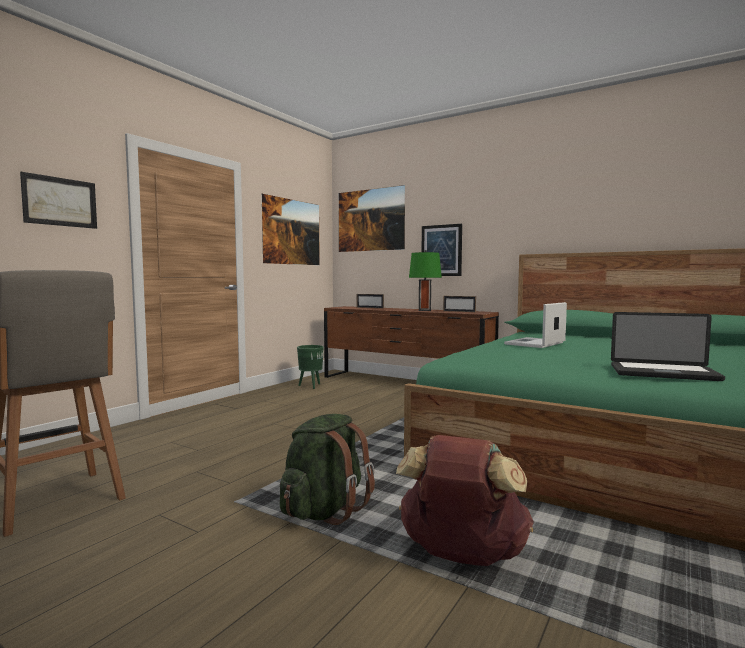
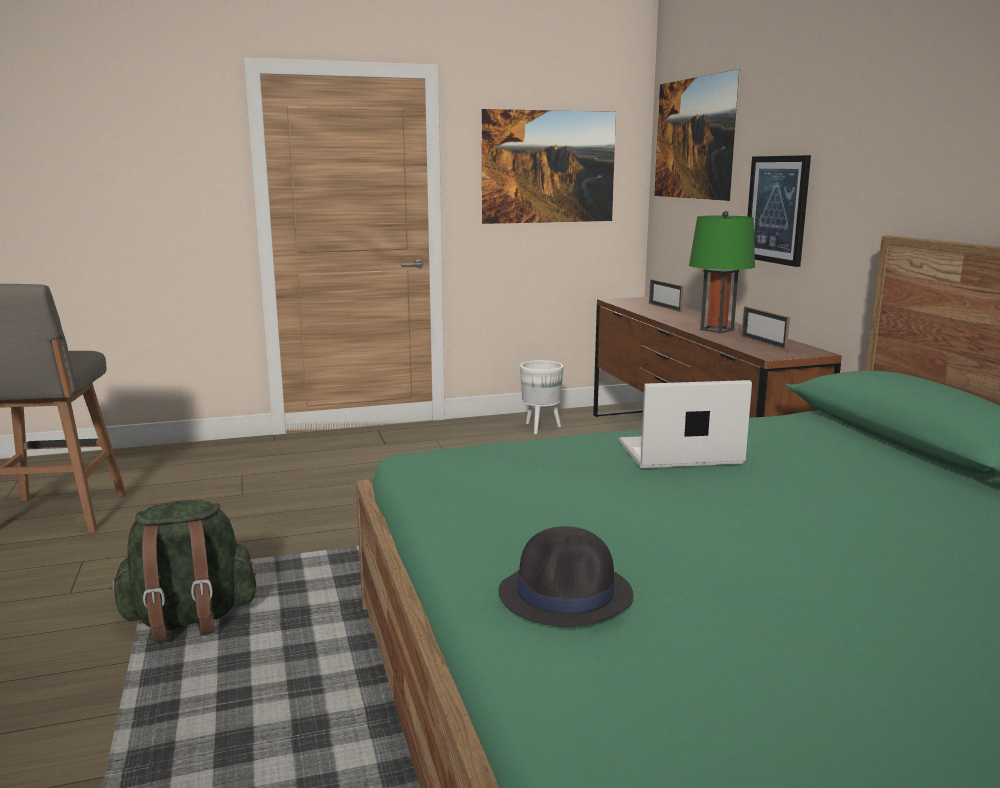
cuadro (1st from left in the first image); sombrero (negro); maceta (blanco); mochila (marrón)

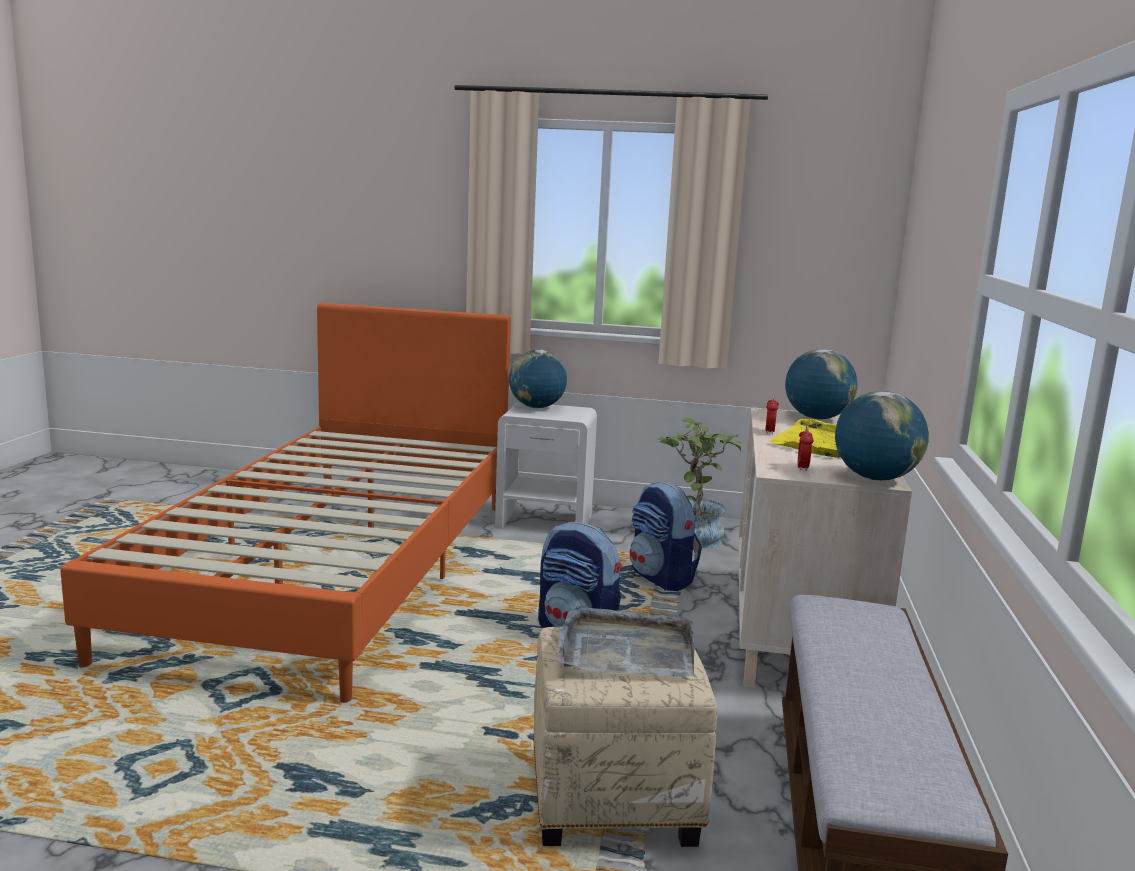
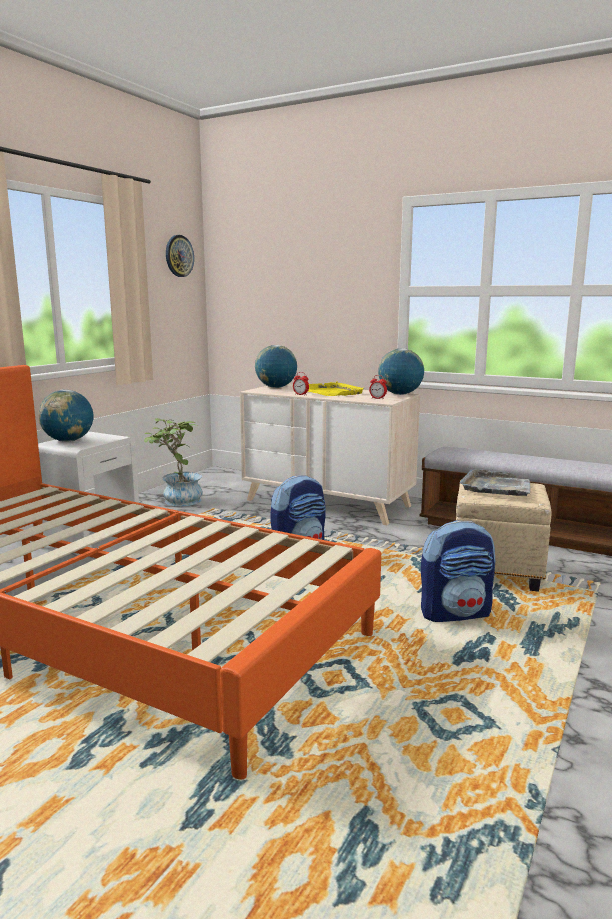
mochila (2nd from left); reloj de pared

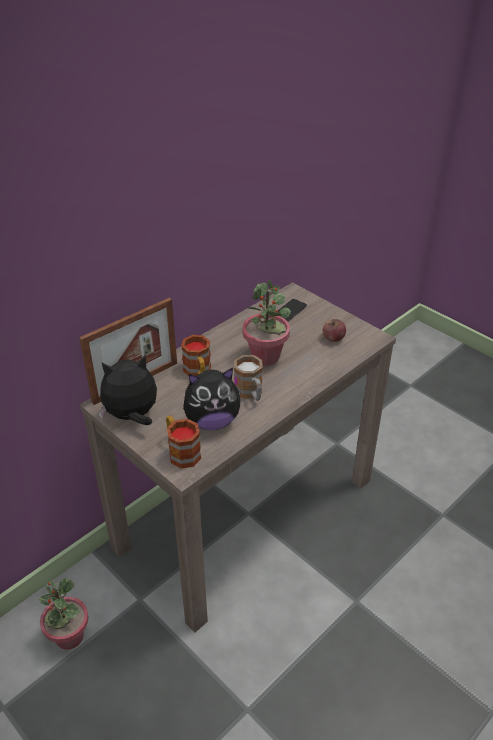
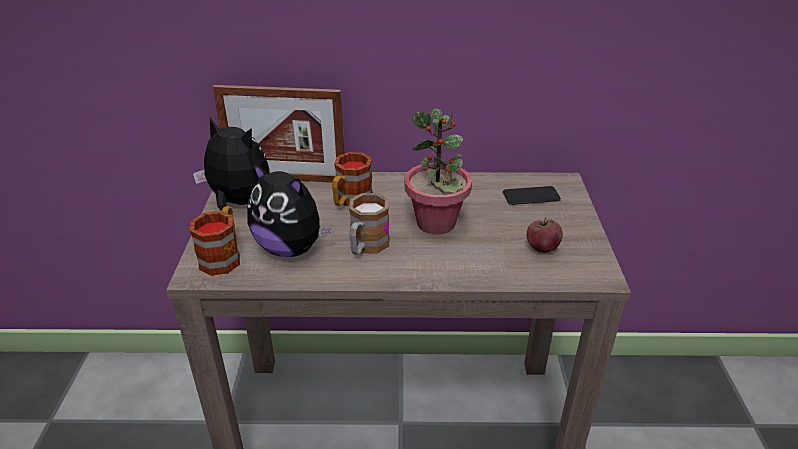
planta en maceta (1st from left in the first image)

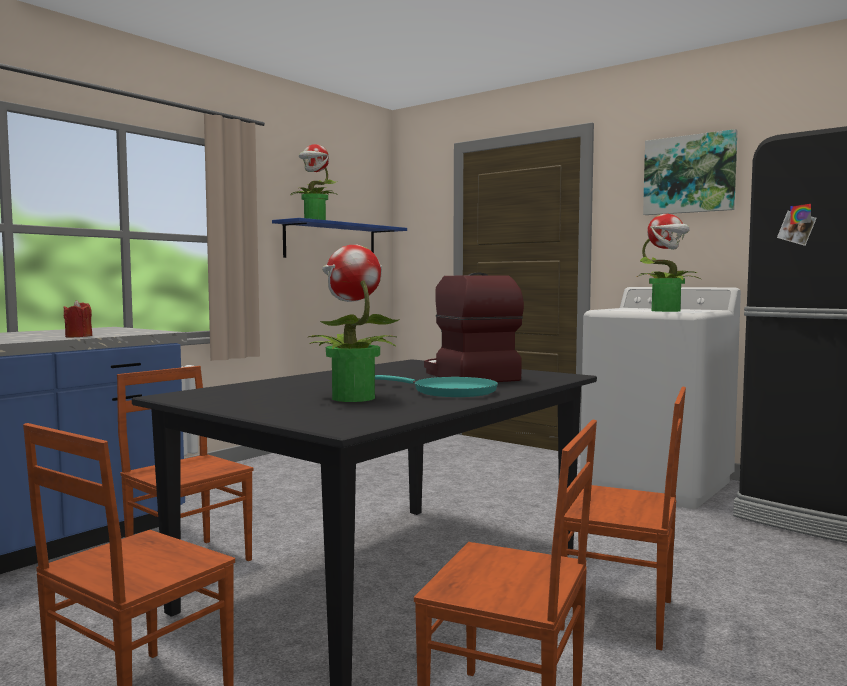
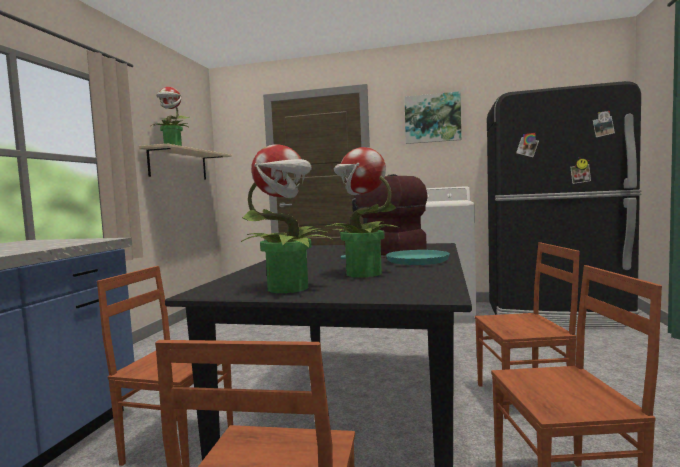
planta en maceta (2nd from left); estante (beis); vela (rojo)

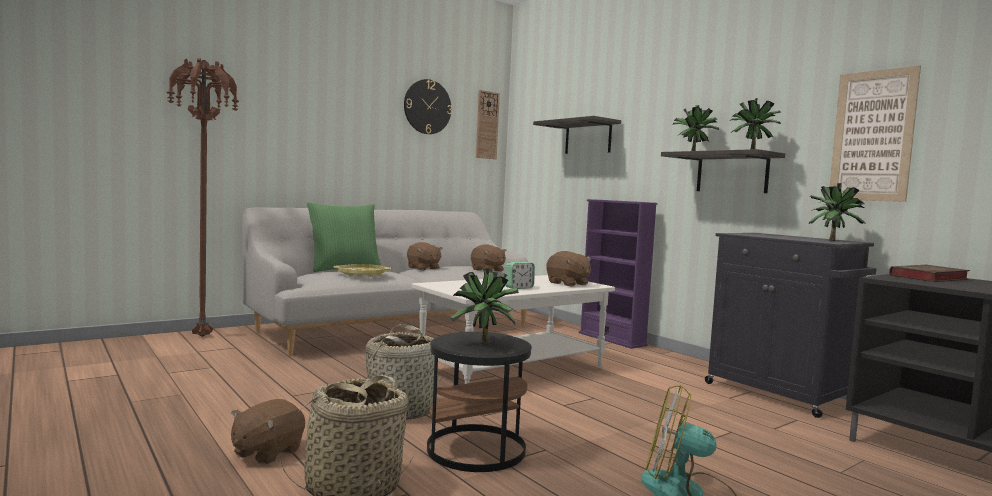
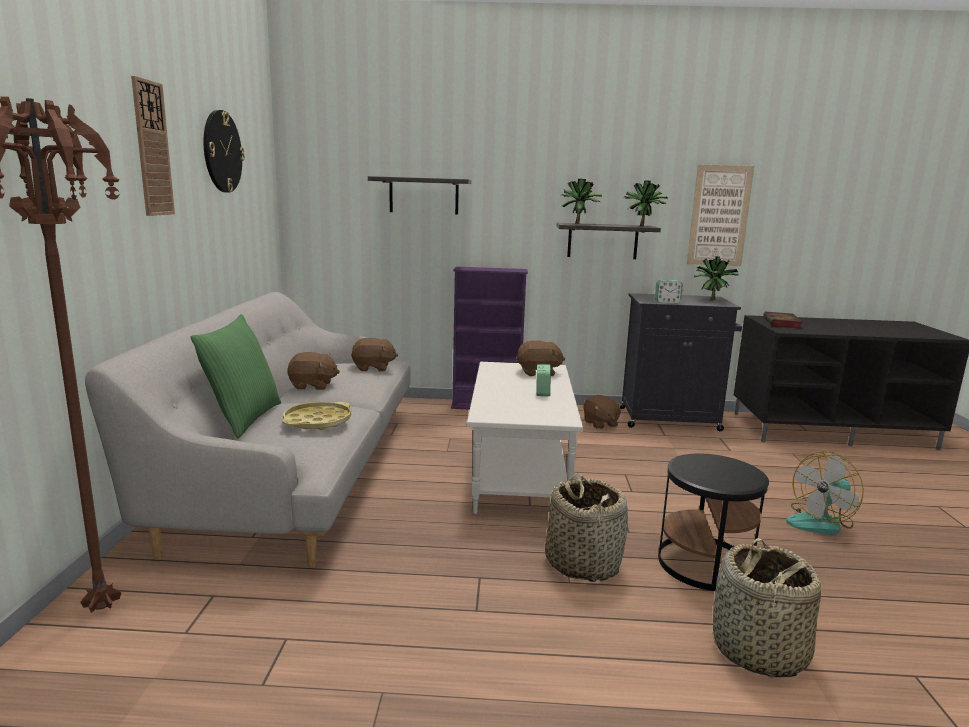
reloj de pared (1st from left); planta en maceta (1st from left in the first image); peluche (marrón) (4th from left); despertador (2nd from left)

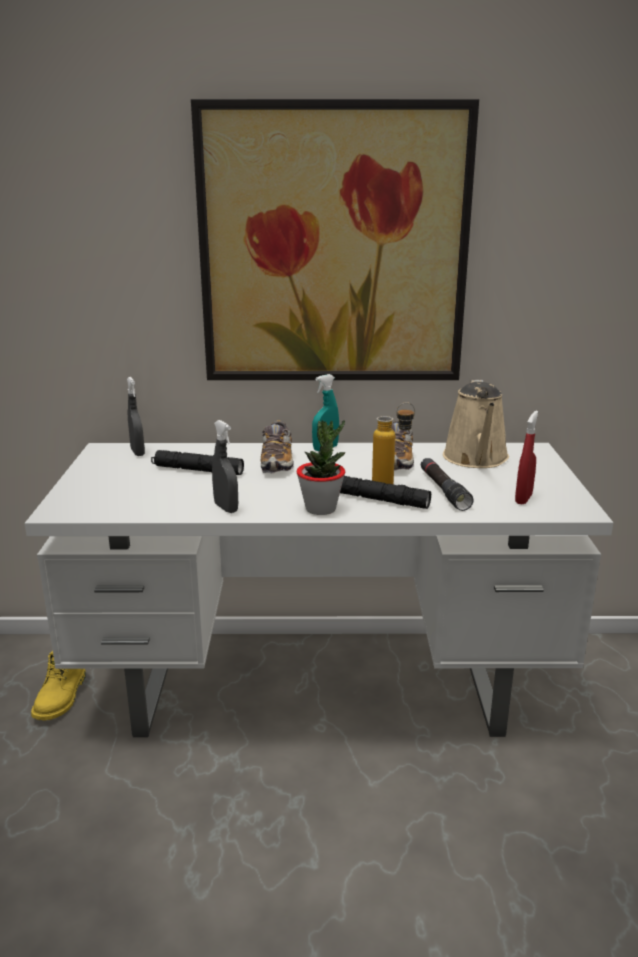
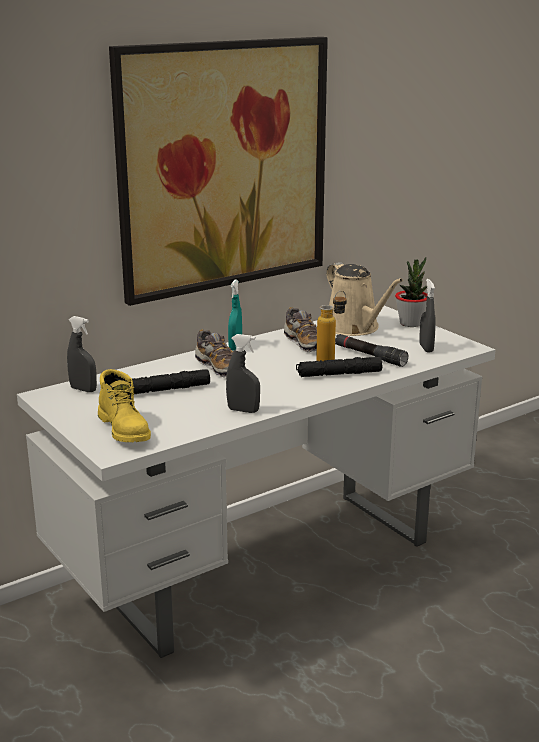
pulverizador (gris) (3rd from left); planta en maceta; bota (amarillo)

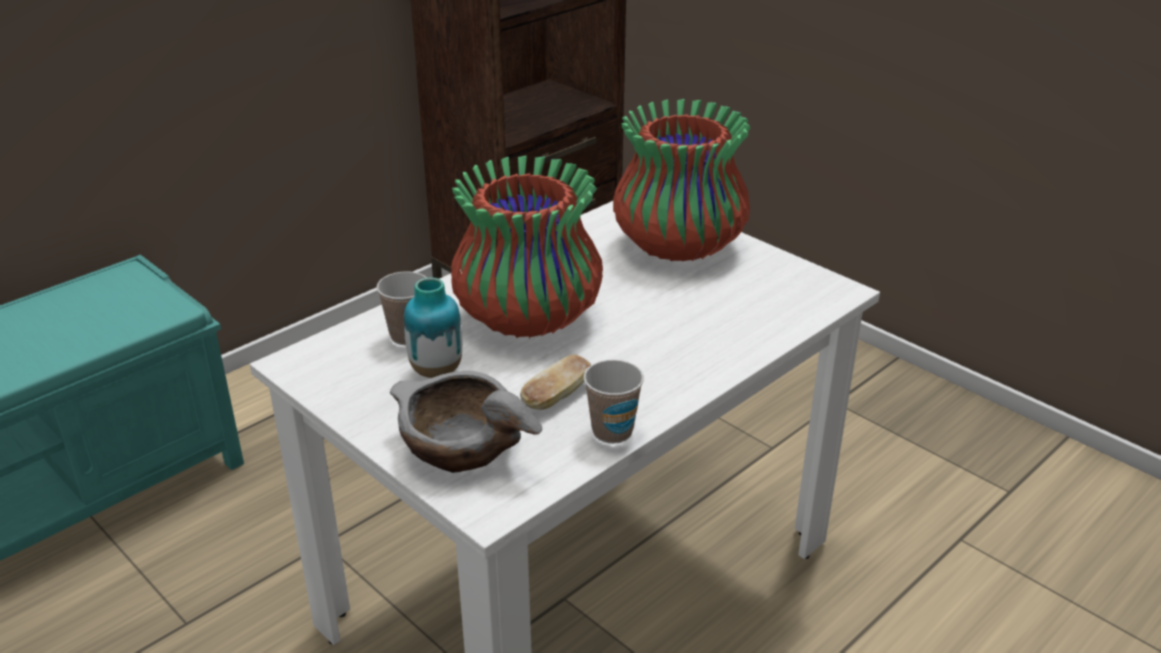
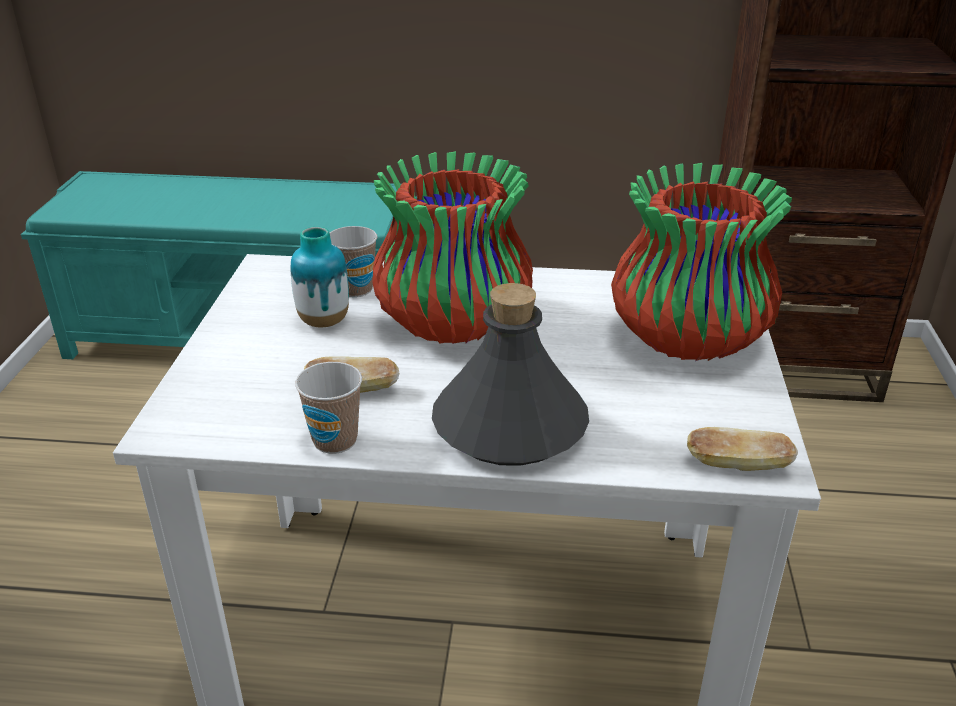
cuenco (gris); botella (gris); pan (2nd from left)

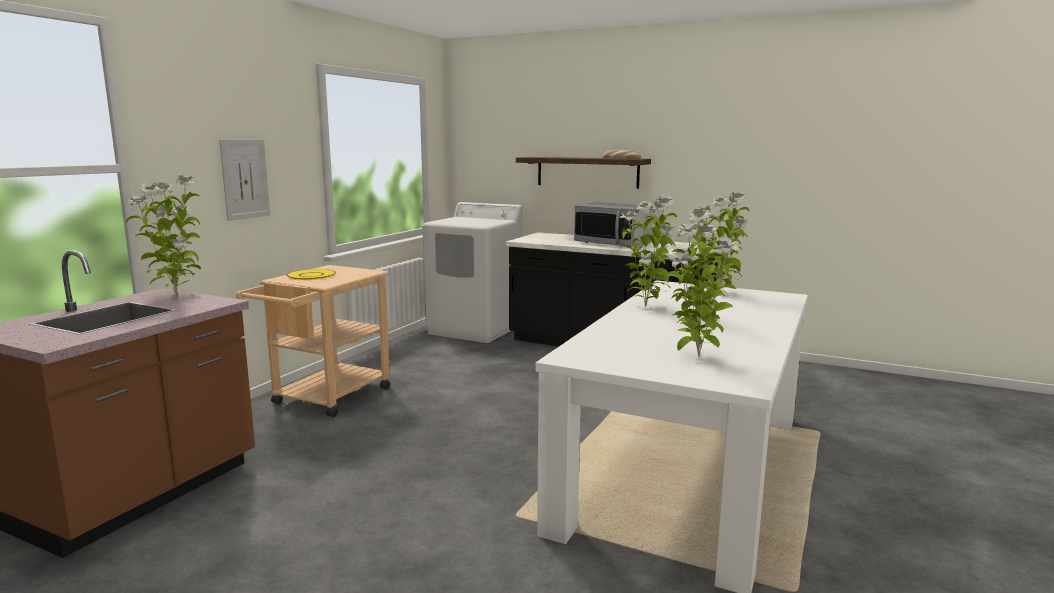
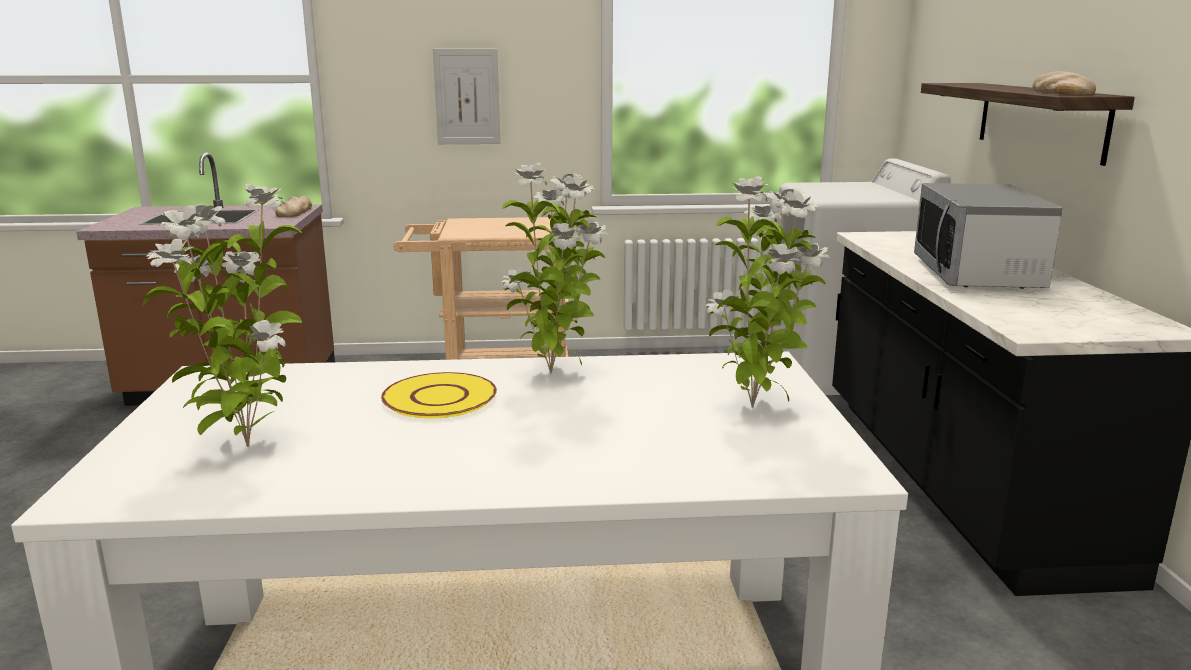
pan (1st from left); plato (amarillo)

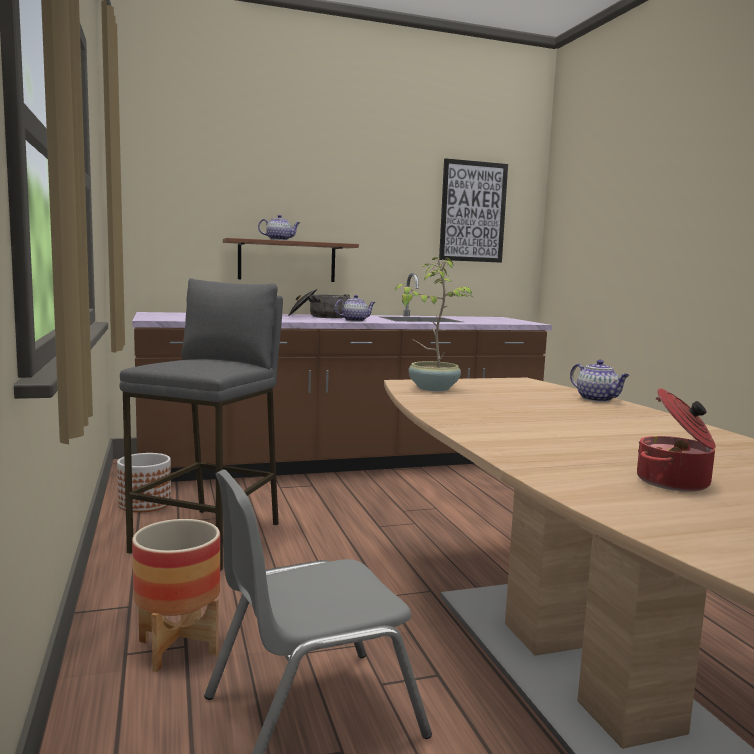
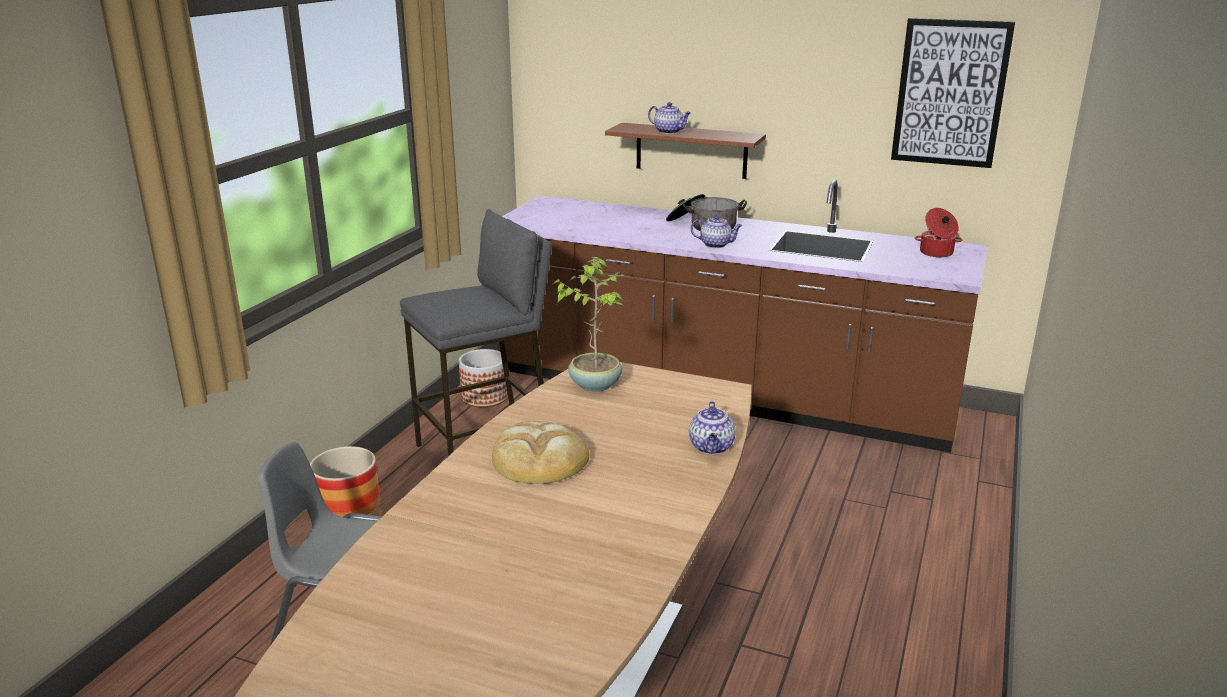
olla (2nd from left); pan

